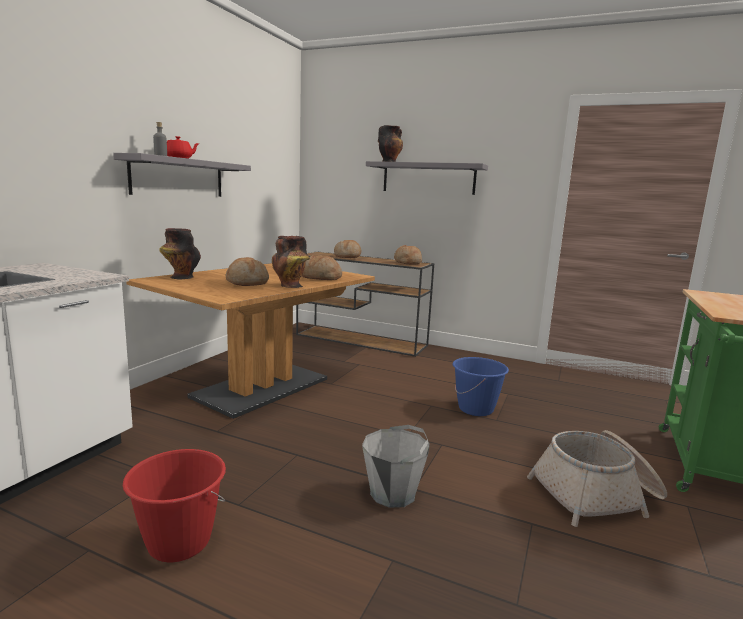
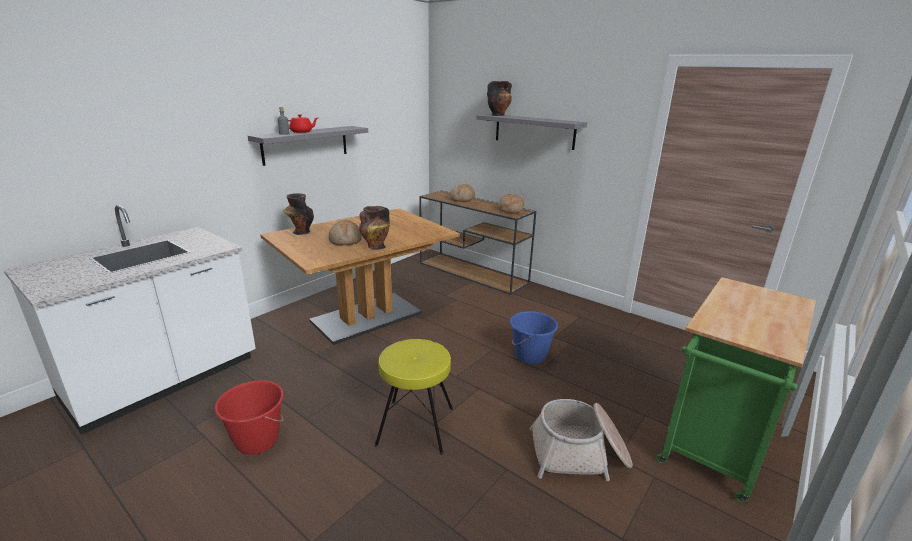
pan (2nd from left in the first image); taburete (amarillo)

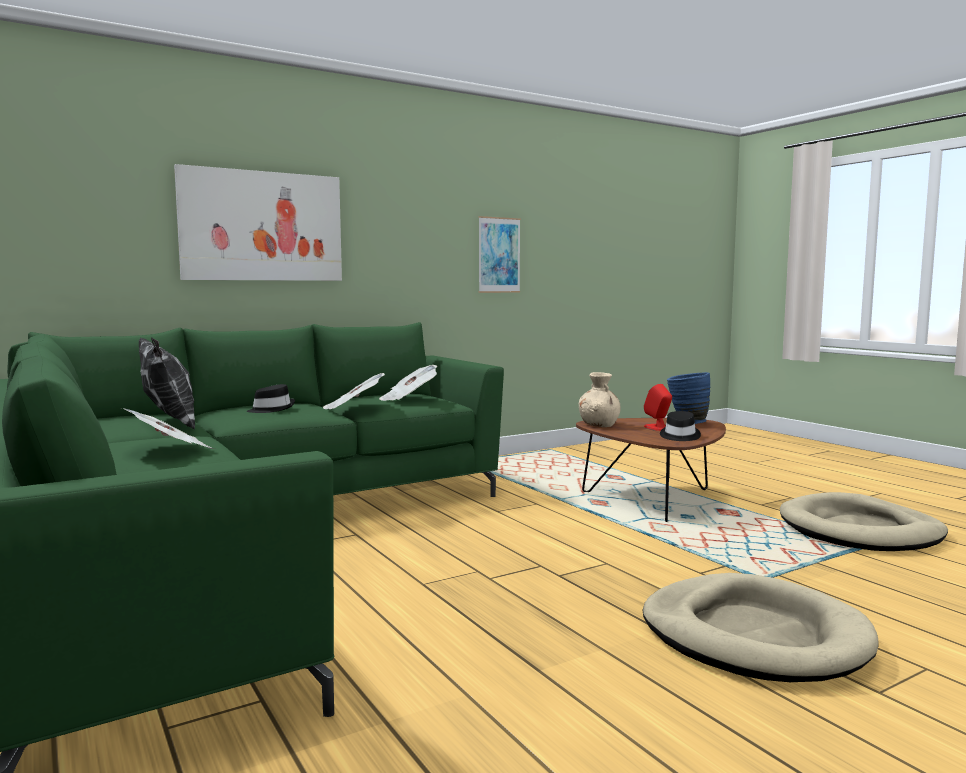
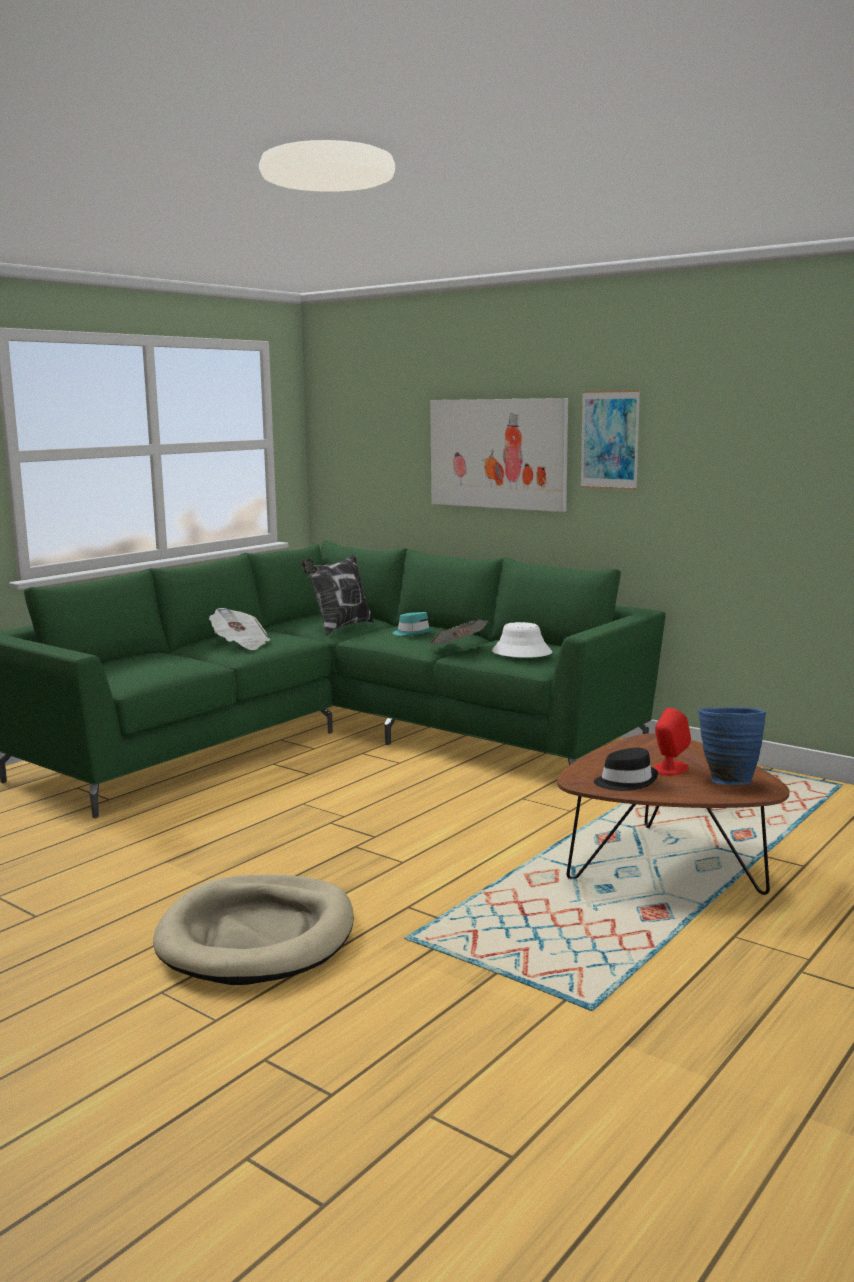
cuadro (2nd from left); sombrero (blanco); florero (beis); sombrero (turquesa); cama para perro (beis) (2nd from left in the first image)

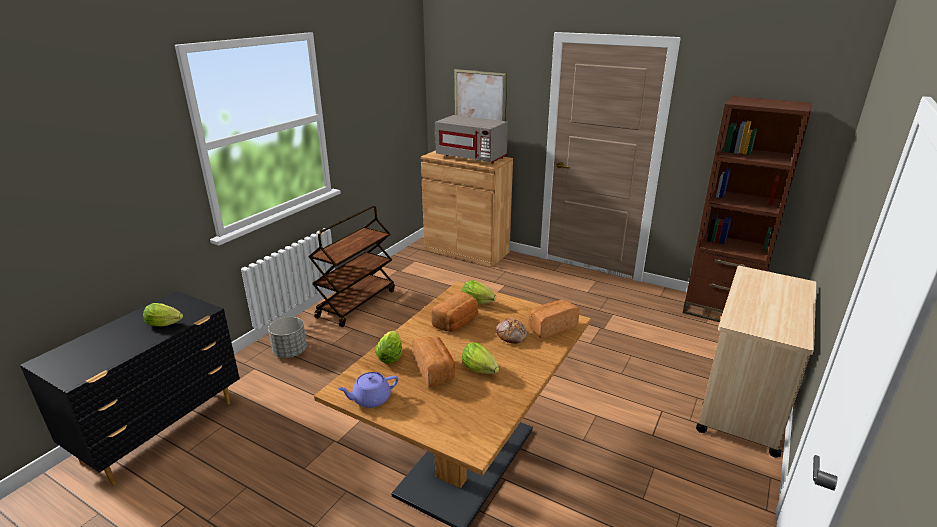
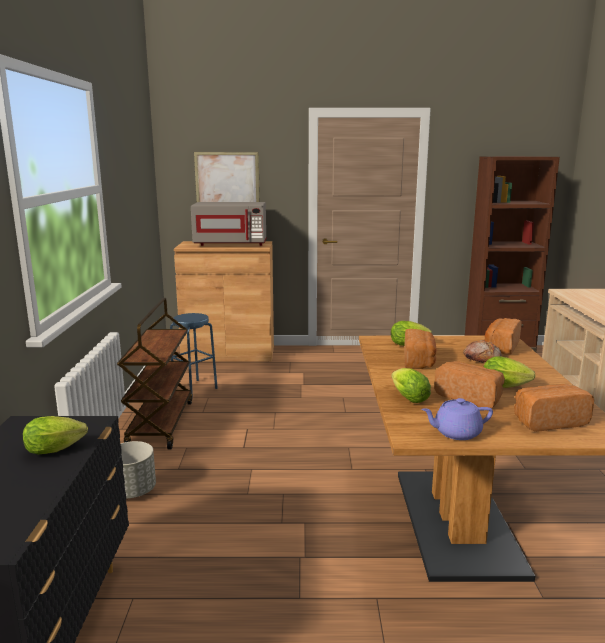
tetera (morado); taburete (azul); pan (5th from left)

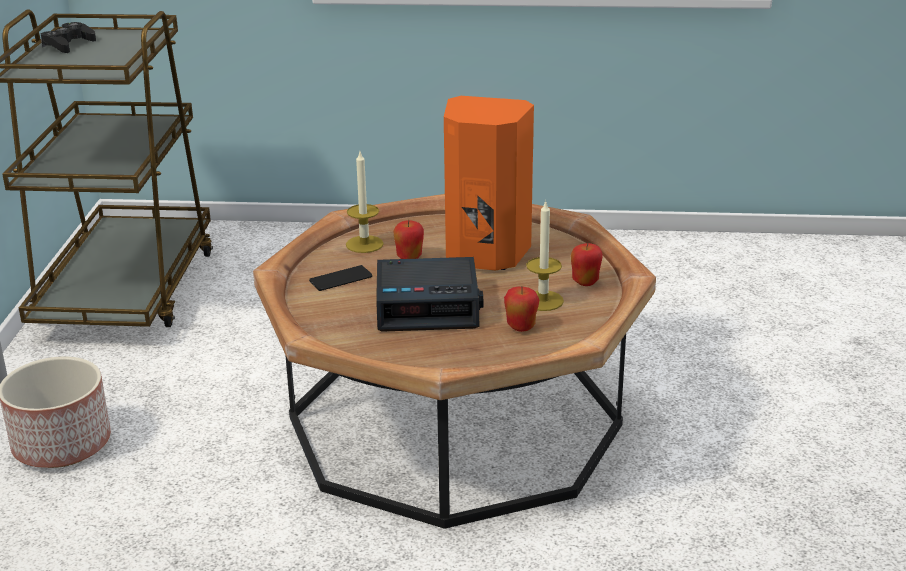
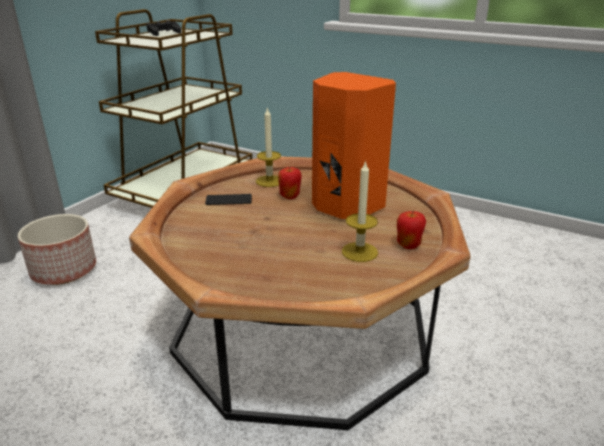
despertador; manzana (2nd from left in the first image)

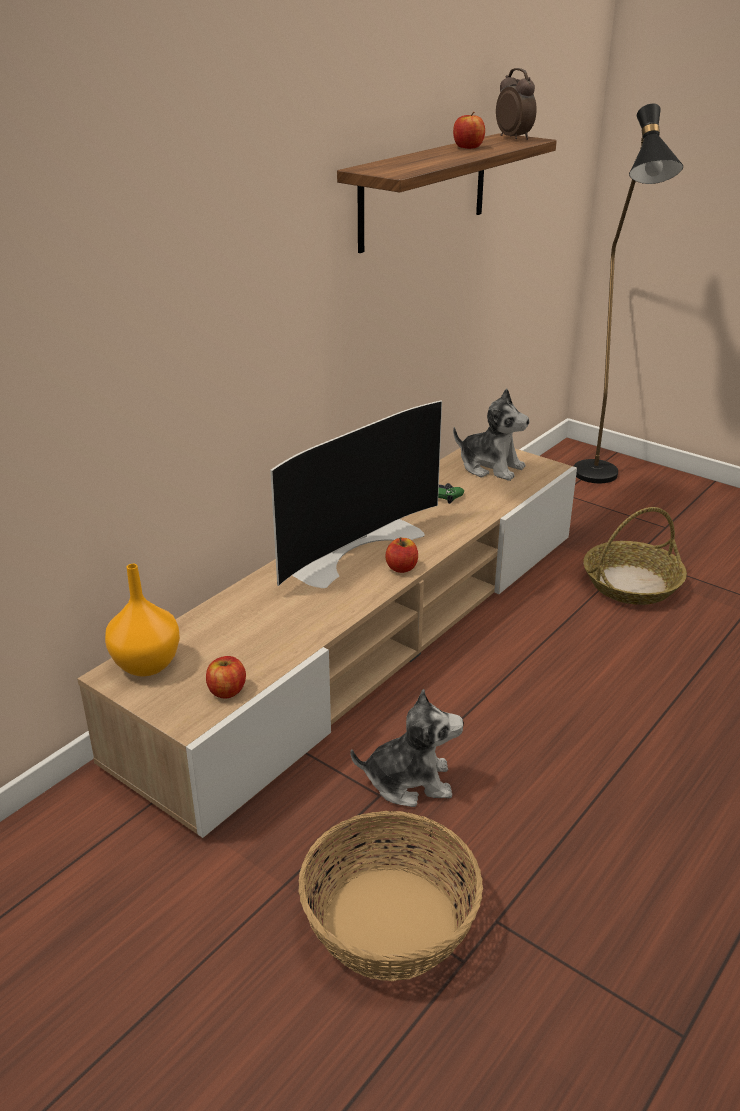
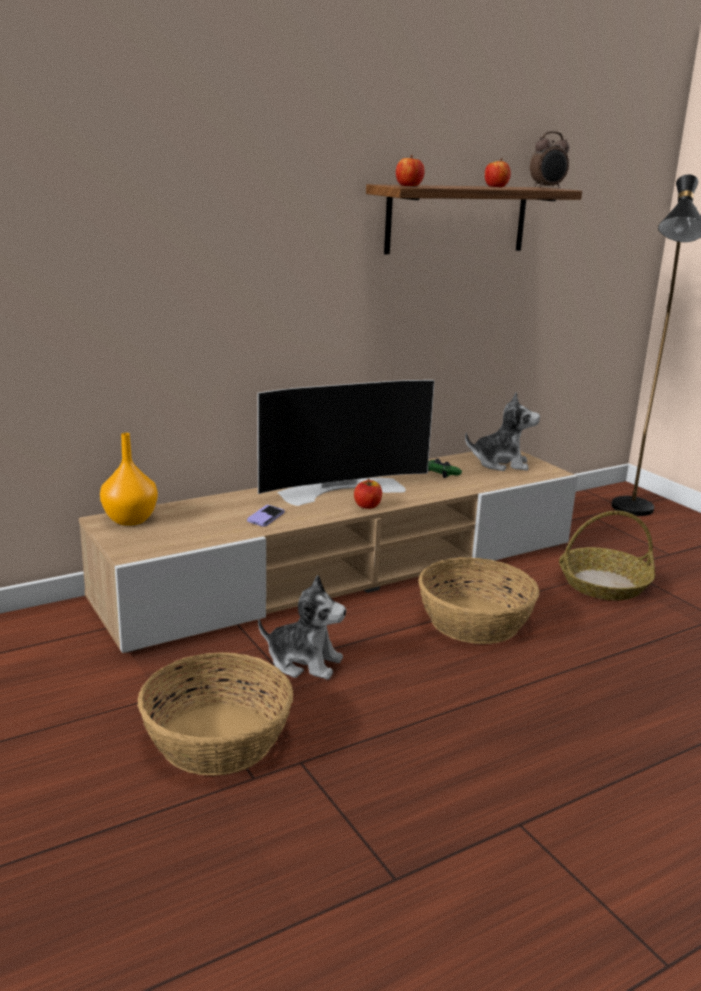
despertador; peluche (2nd from left); manzana (2nd from left); móvil; cesta (2nd from left)

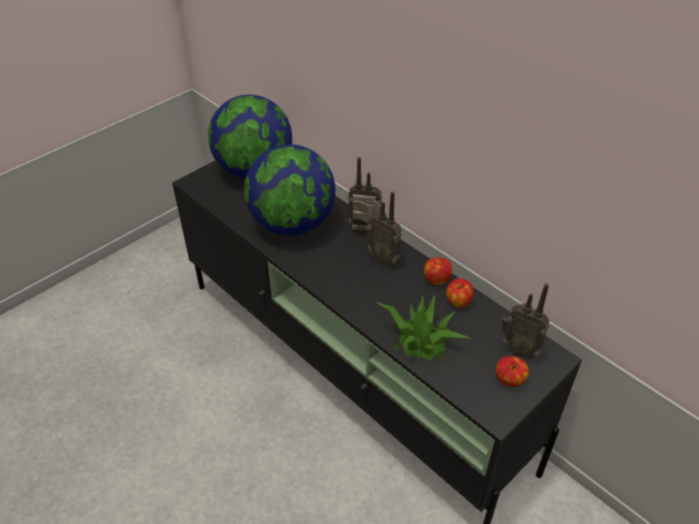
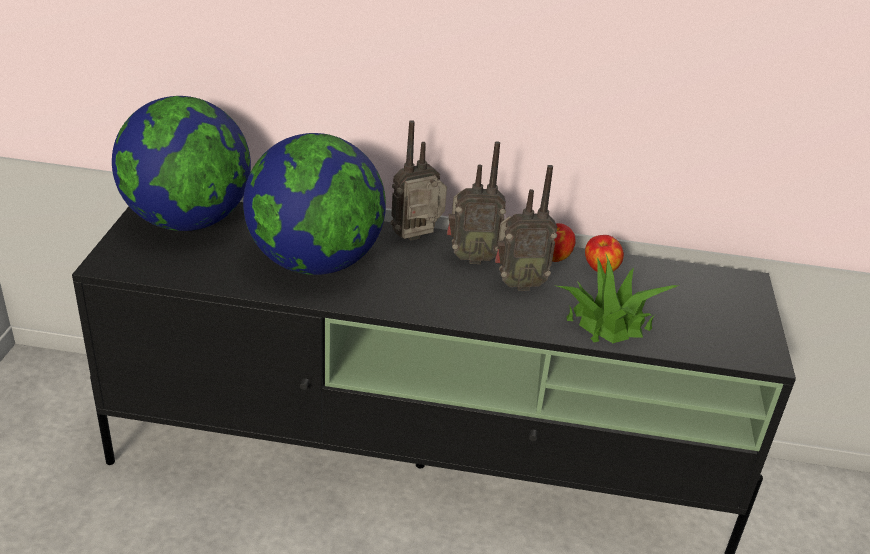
radio (3rd from left); manzana (3rd from left in the first image)

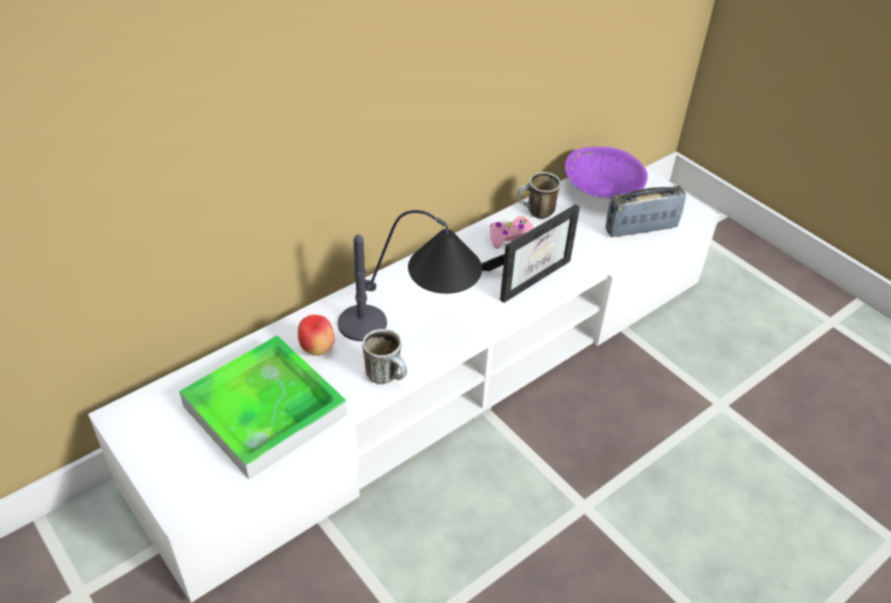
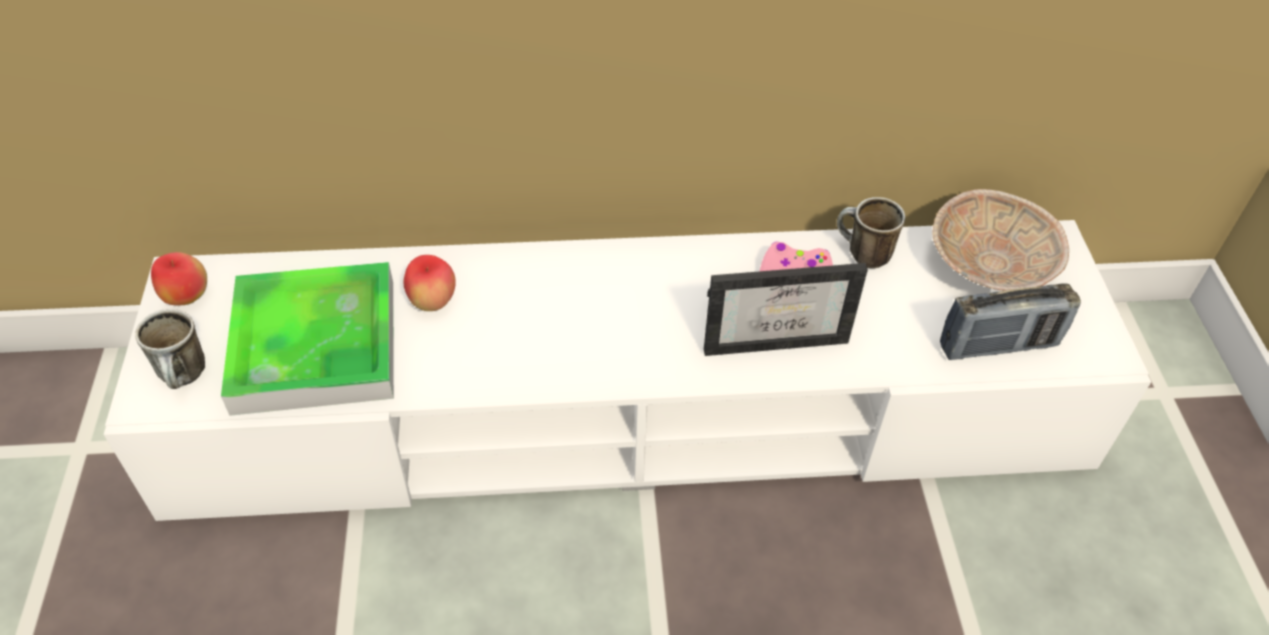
cuenco (beis); radio; lámpara de mesa; taza grande (1st from left); manzana (1st from left)

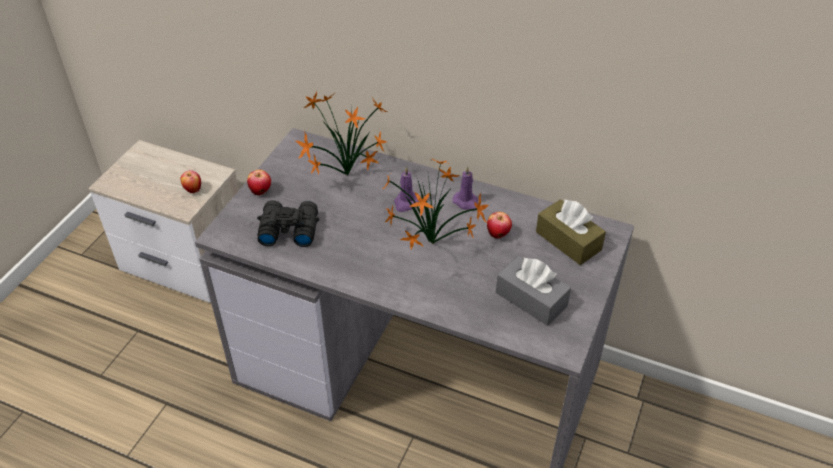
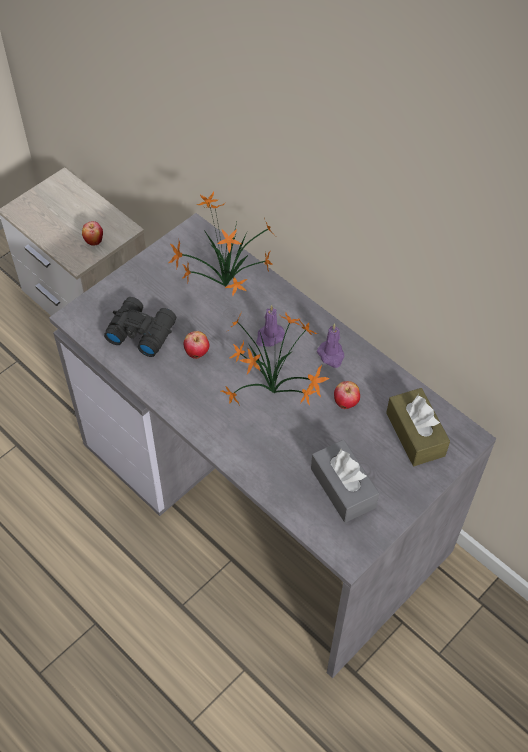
manzana (2nd from left)

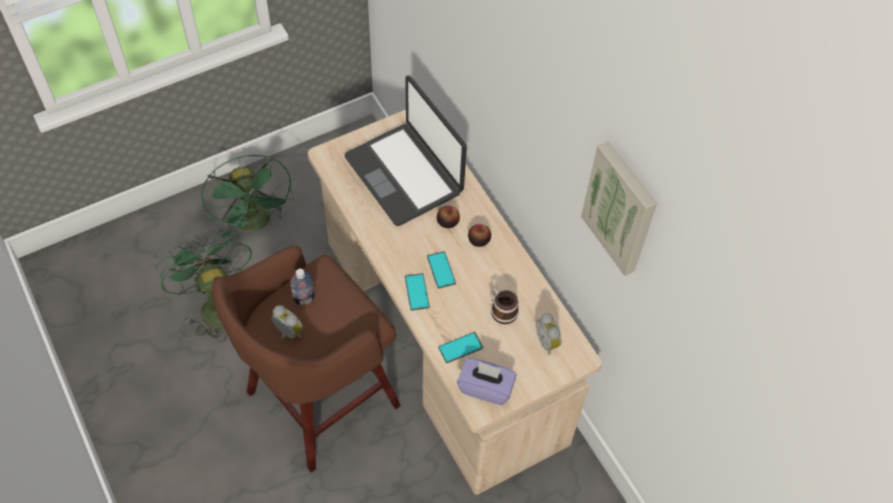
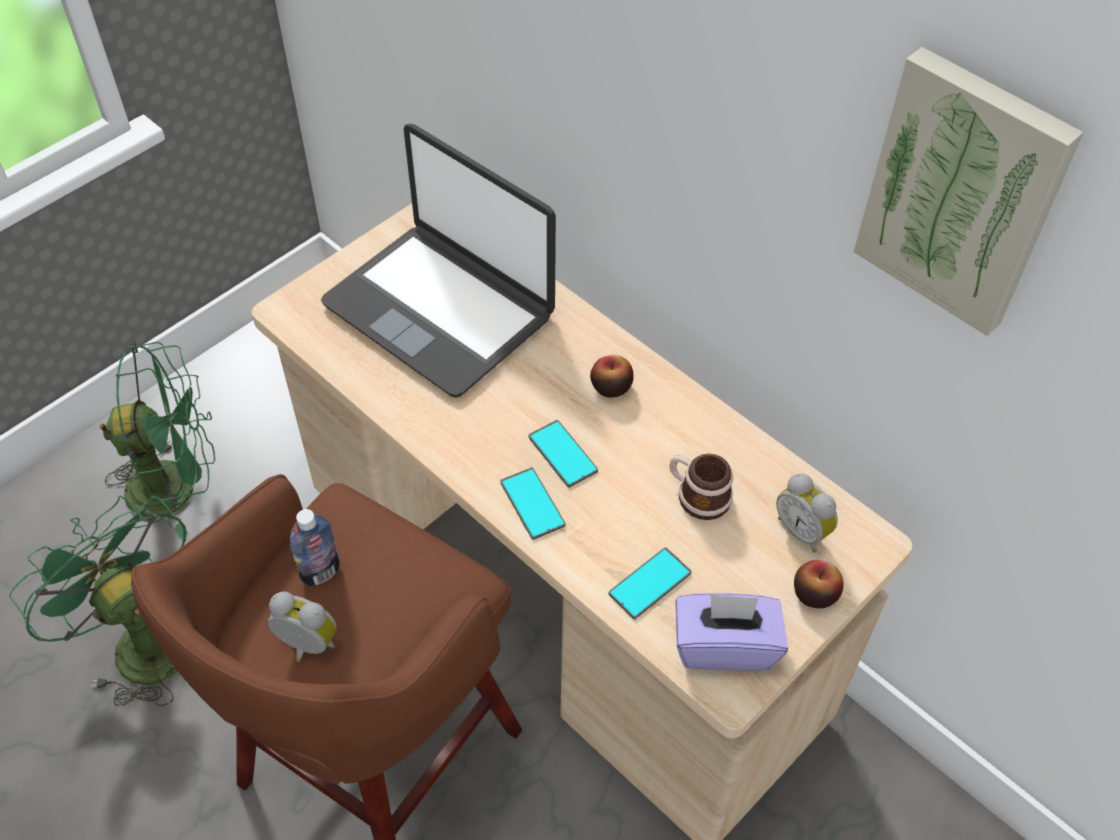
ventilador (verde) (2nd from left); manzana (2nd from left)

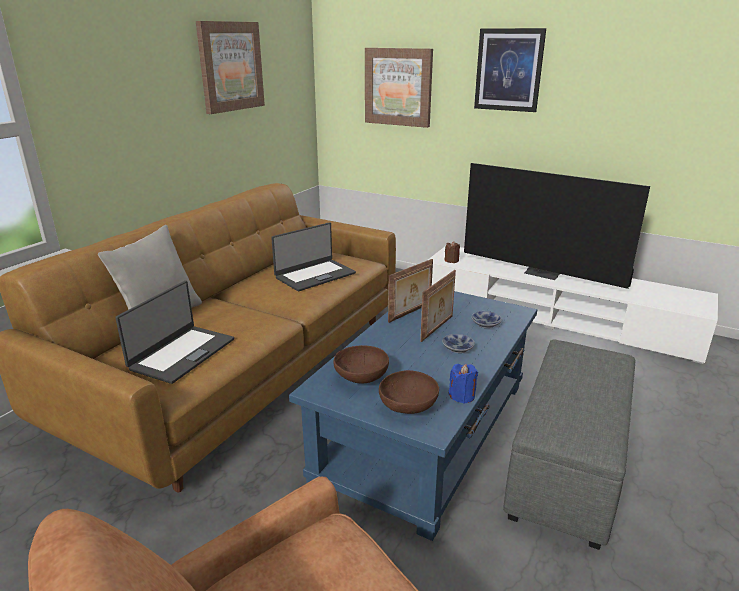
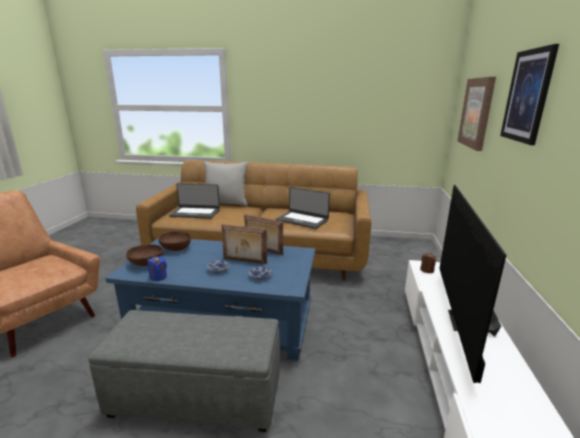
cuadro (1st from left in the first image)

